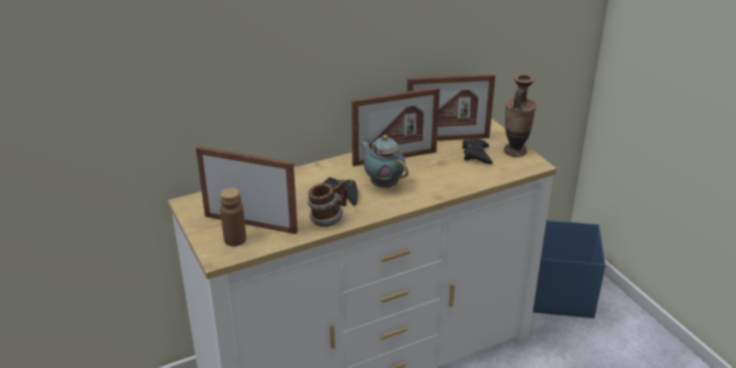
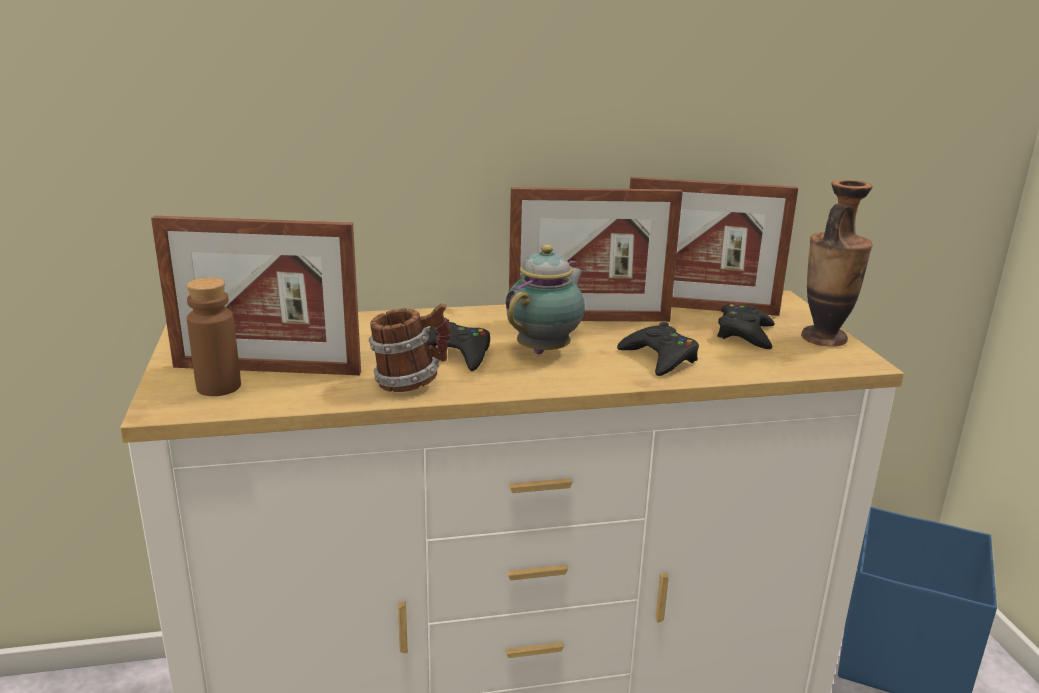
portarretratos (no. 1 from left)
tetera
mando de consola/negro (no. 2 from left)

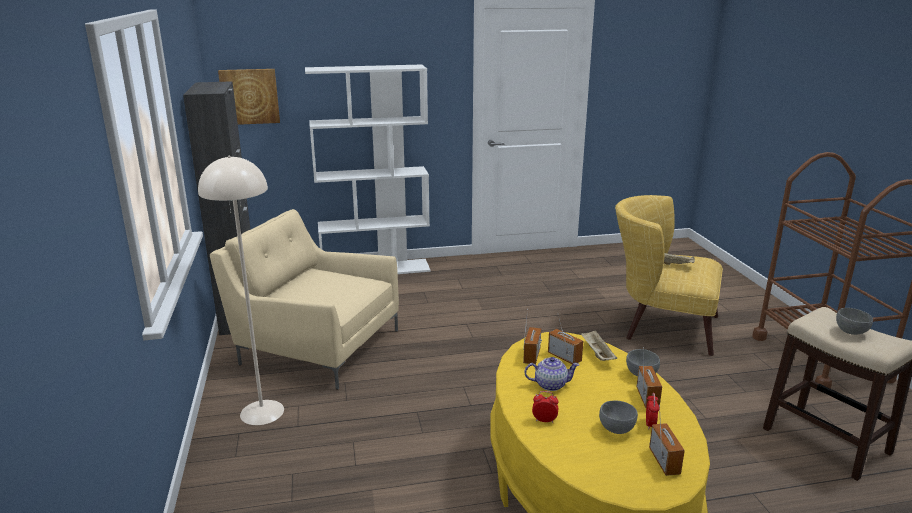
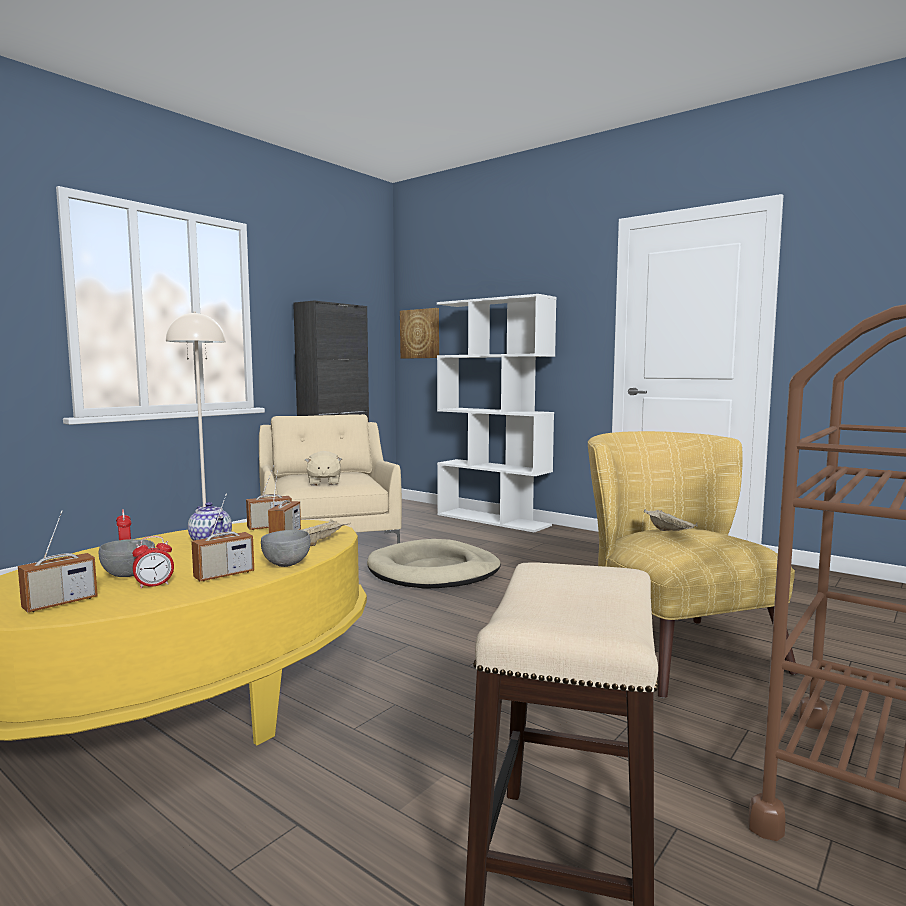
peluche/beis
cama para perro/beis
cuenco/gris (no. 3 from left in the first image)

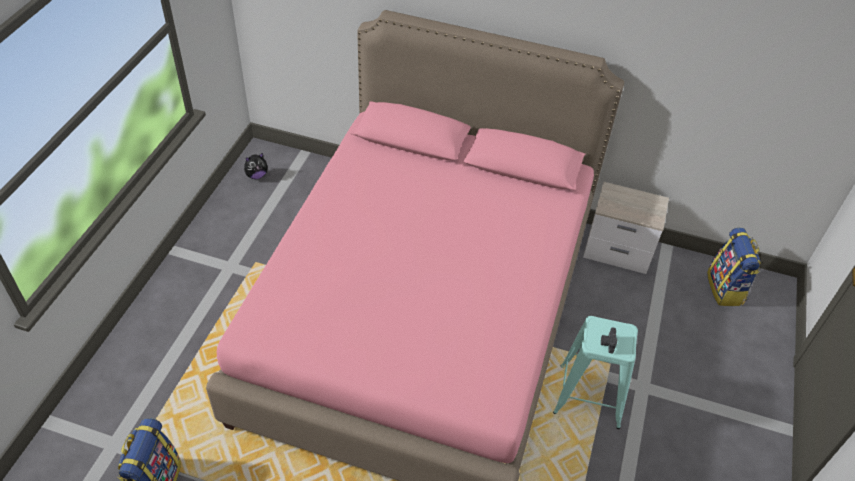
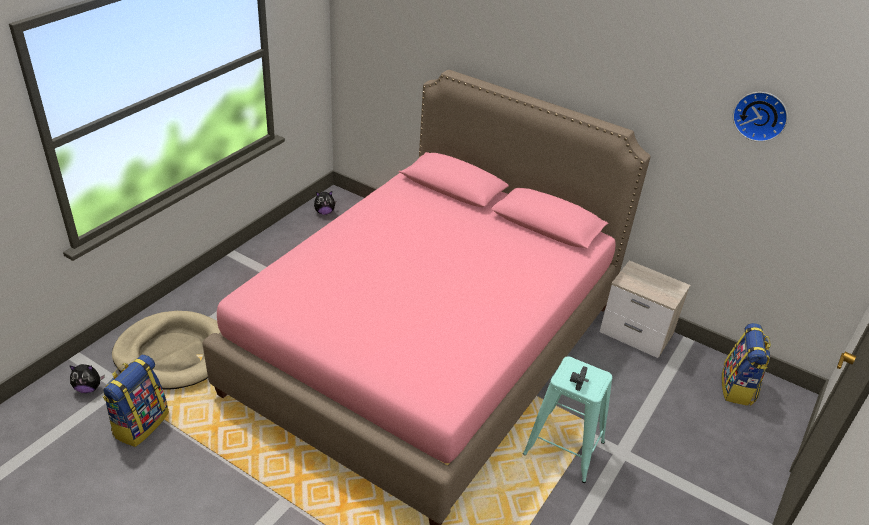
peluche (no. 1 from left)
cama para perro/beis
reloj de pared

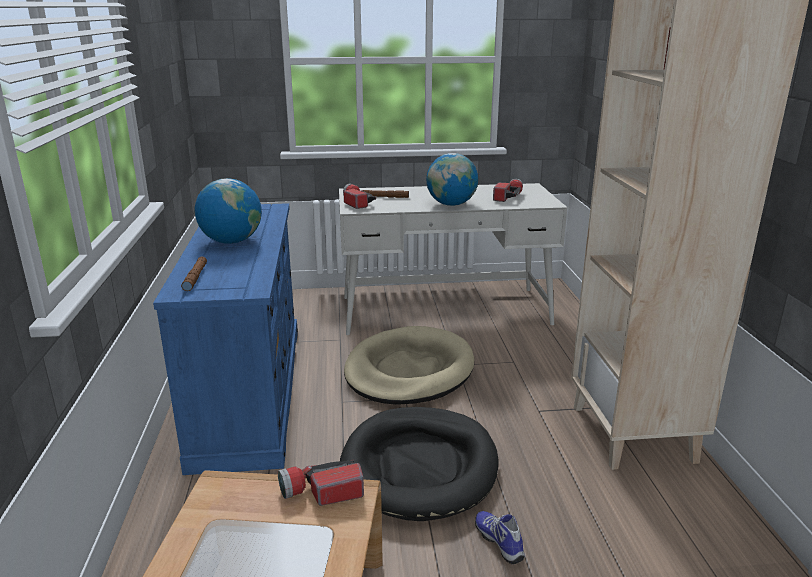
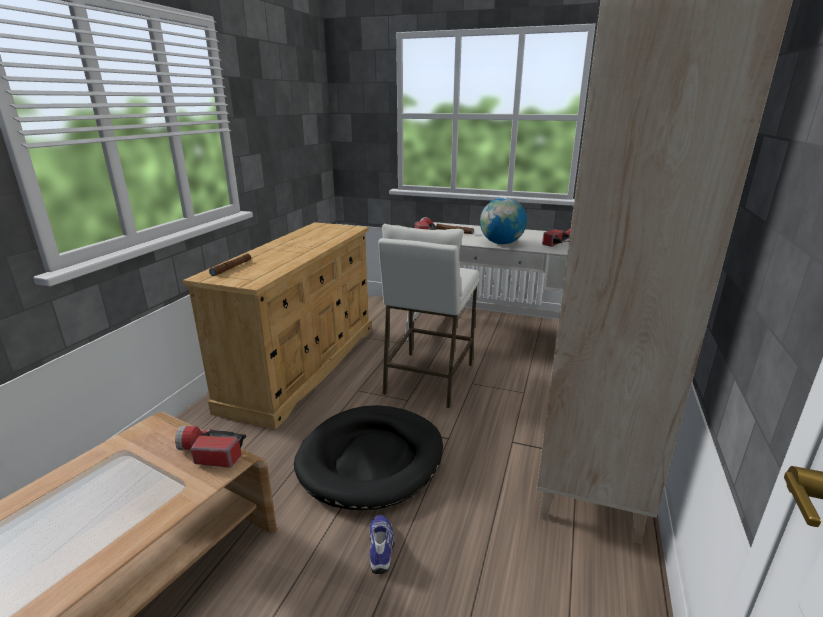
cómoda/beis
taburete/blanco
globo terráqueo (no. 1 from left in the first image)

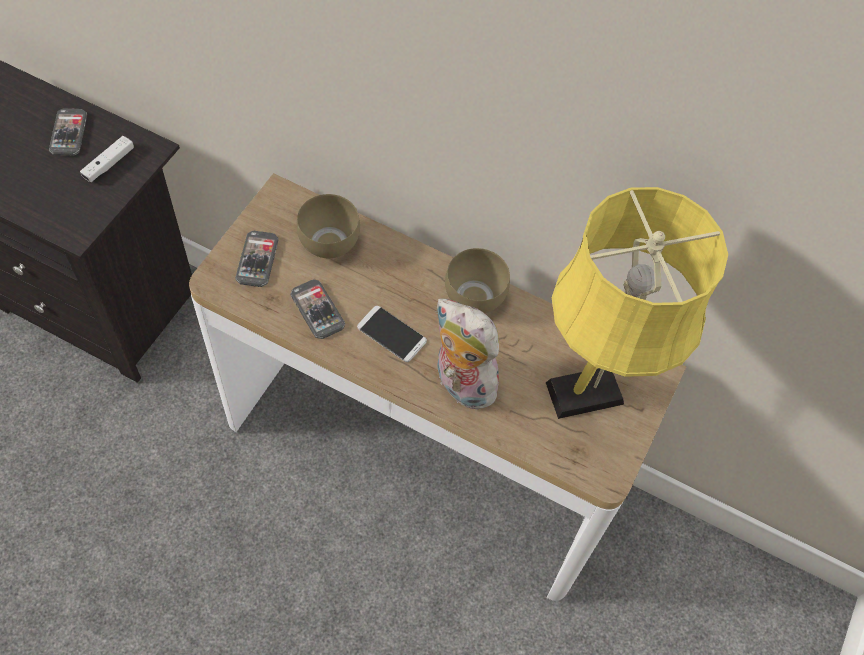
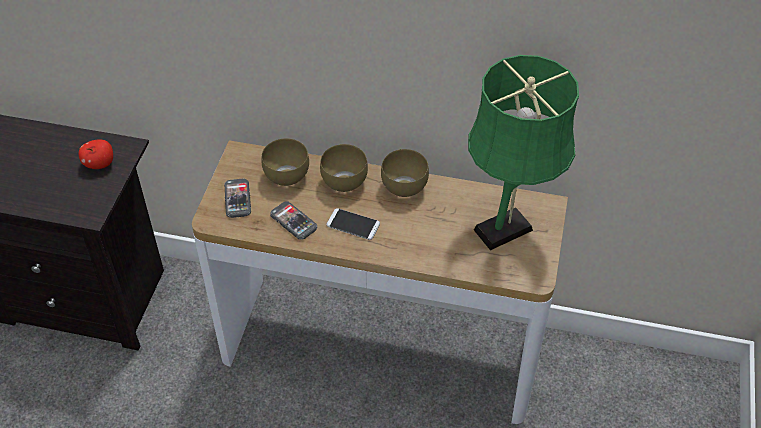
manzana
cuenco/marrón (no. 2 from left)
lámpara de mesa/verde
móvil (no. 1 from left in the first image)
peluche

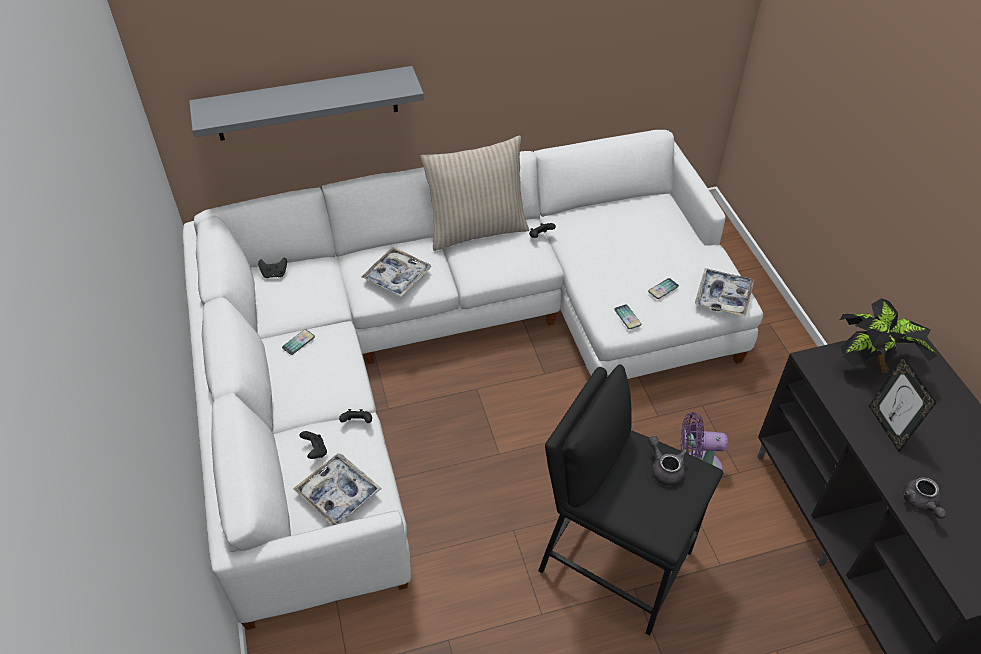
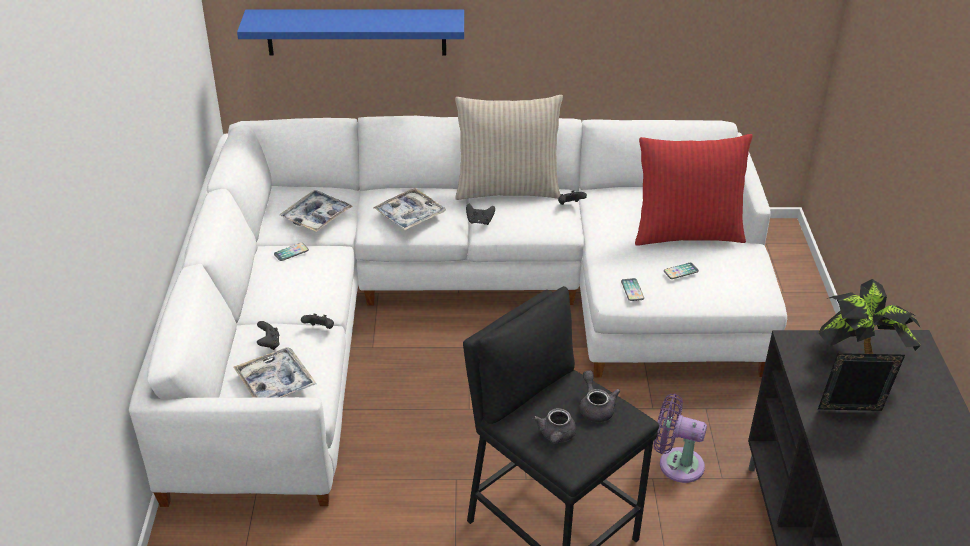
estante/azul
bandeja (no. 2 from left)
mando de consola/negro (no. 3 from left)
tetera/gris (no. 1 from left)
cojín/rojo
portarretratos

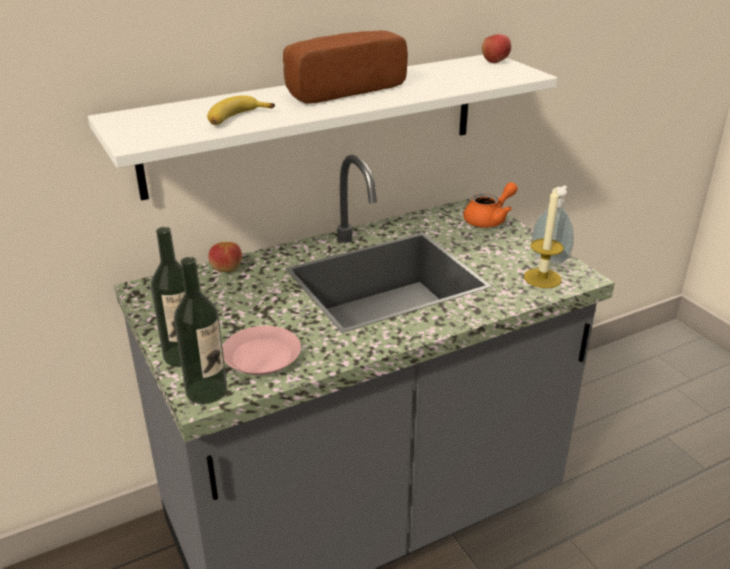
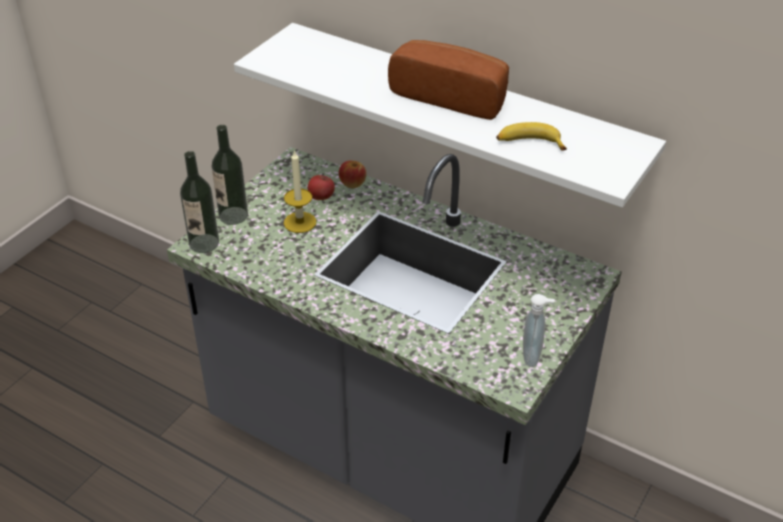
vela
manzana (no. 1 from left)
plátano
plato/rosa
tetera/naranja

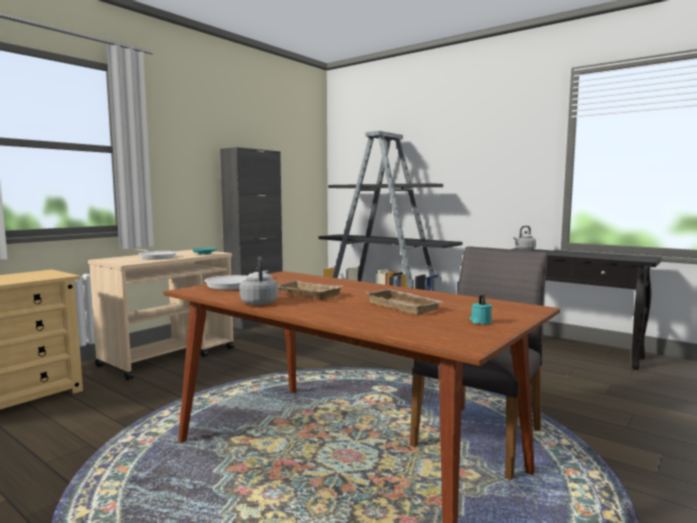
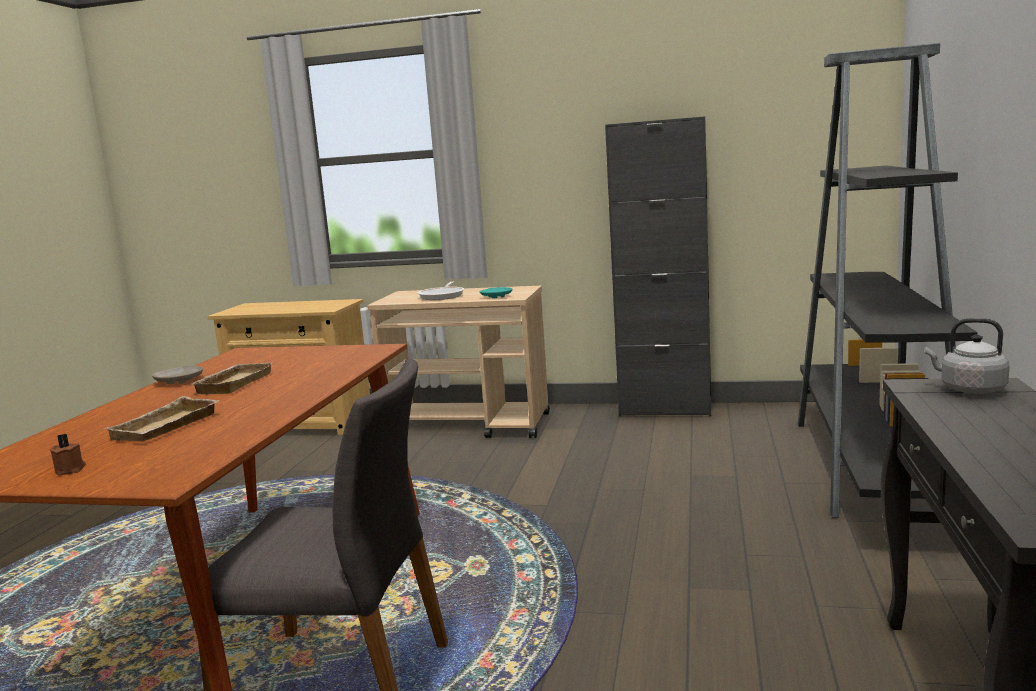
vela/marrón
plato/beis
sartén (no. 2 from left in the first image)

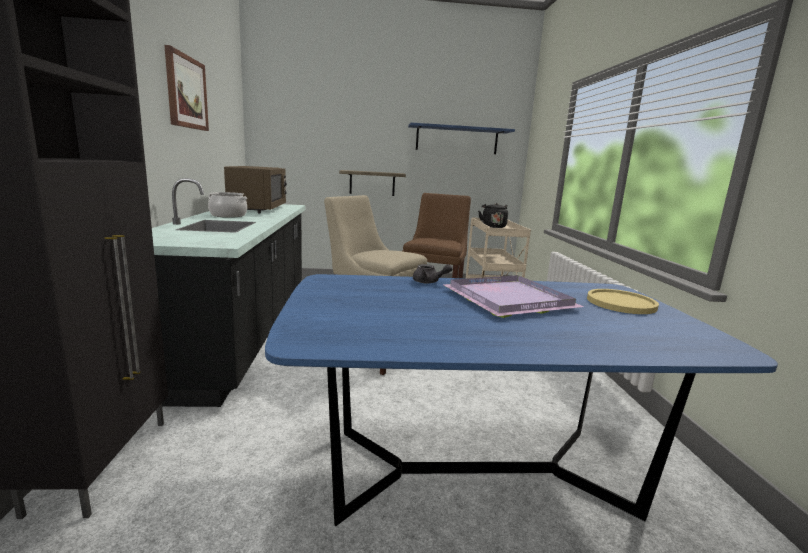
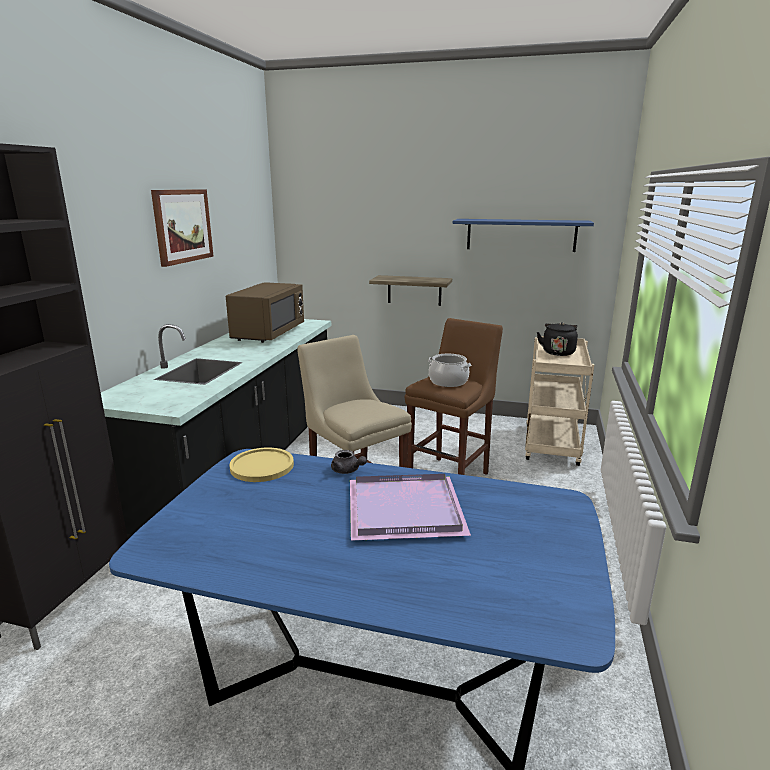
plato/amarillo
olla

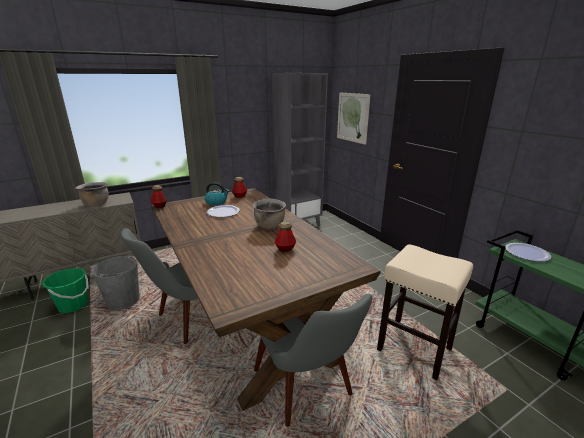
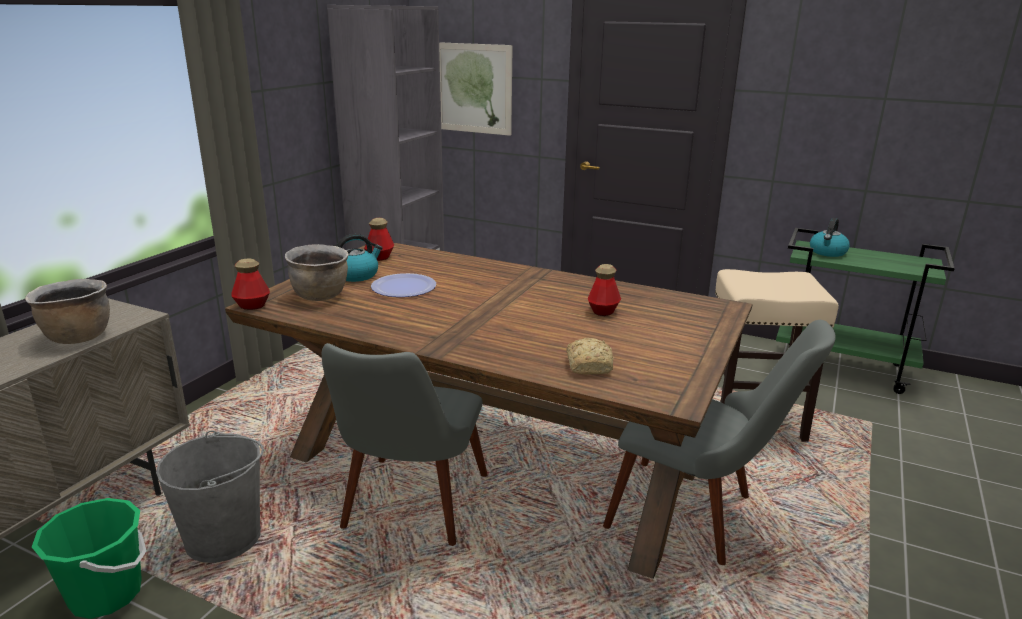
olla/marrón (no. 2 from left)
pan
hervidor (no. 2 from left)

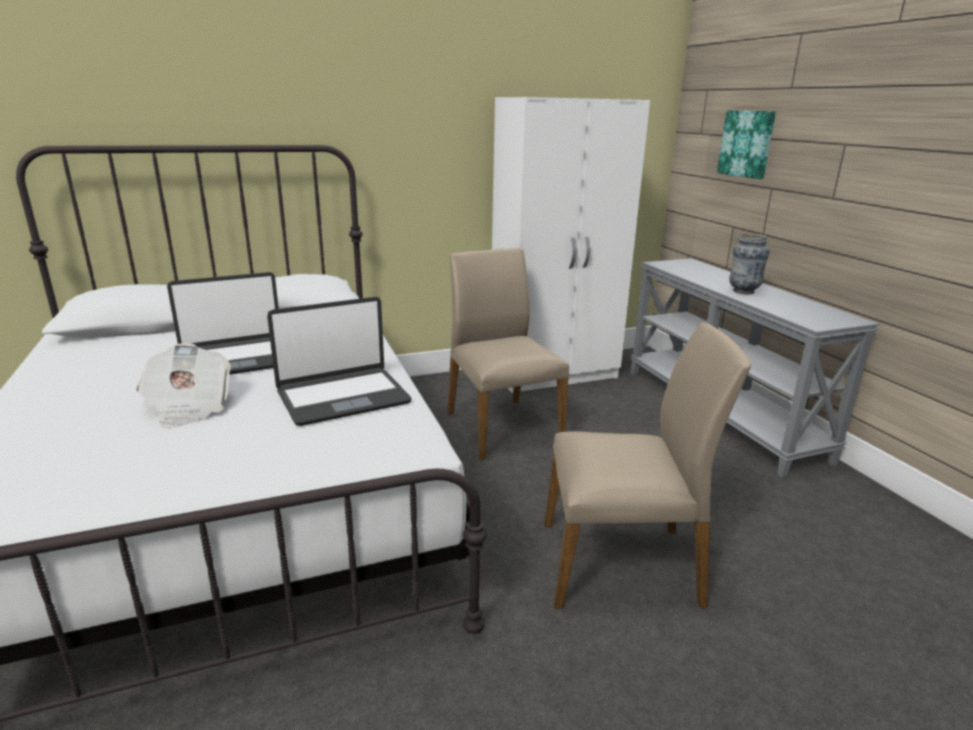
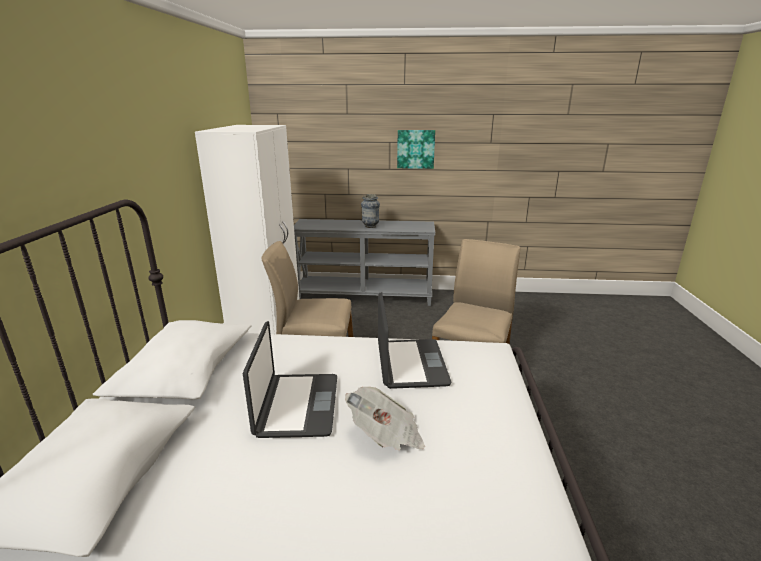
cuadro

